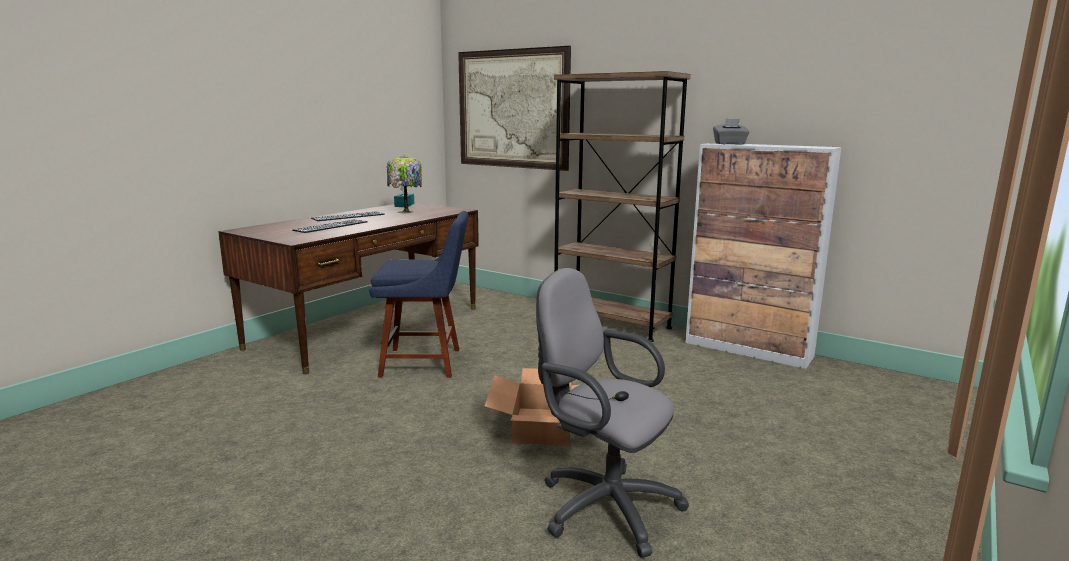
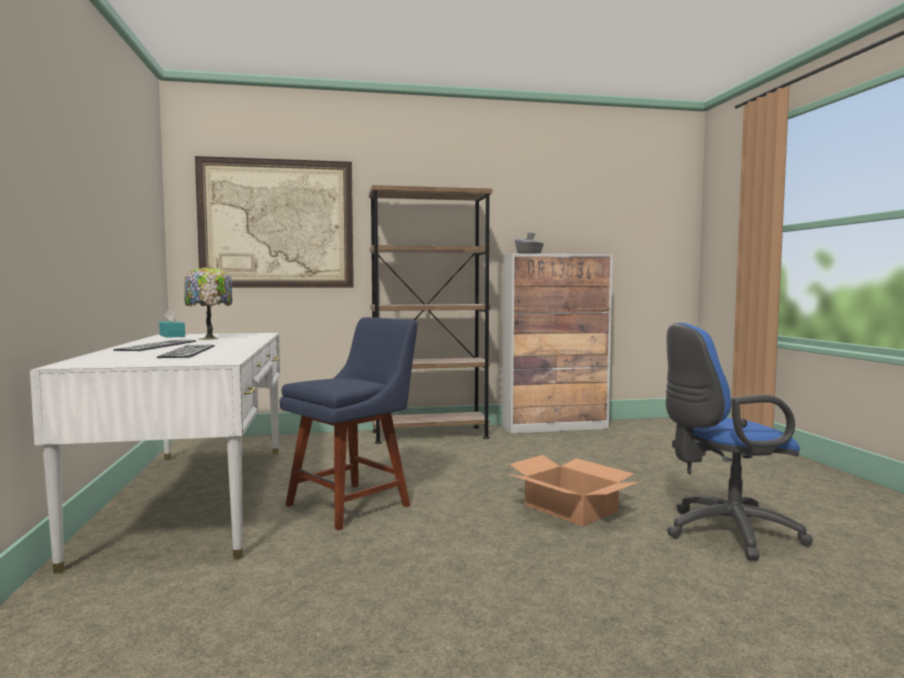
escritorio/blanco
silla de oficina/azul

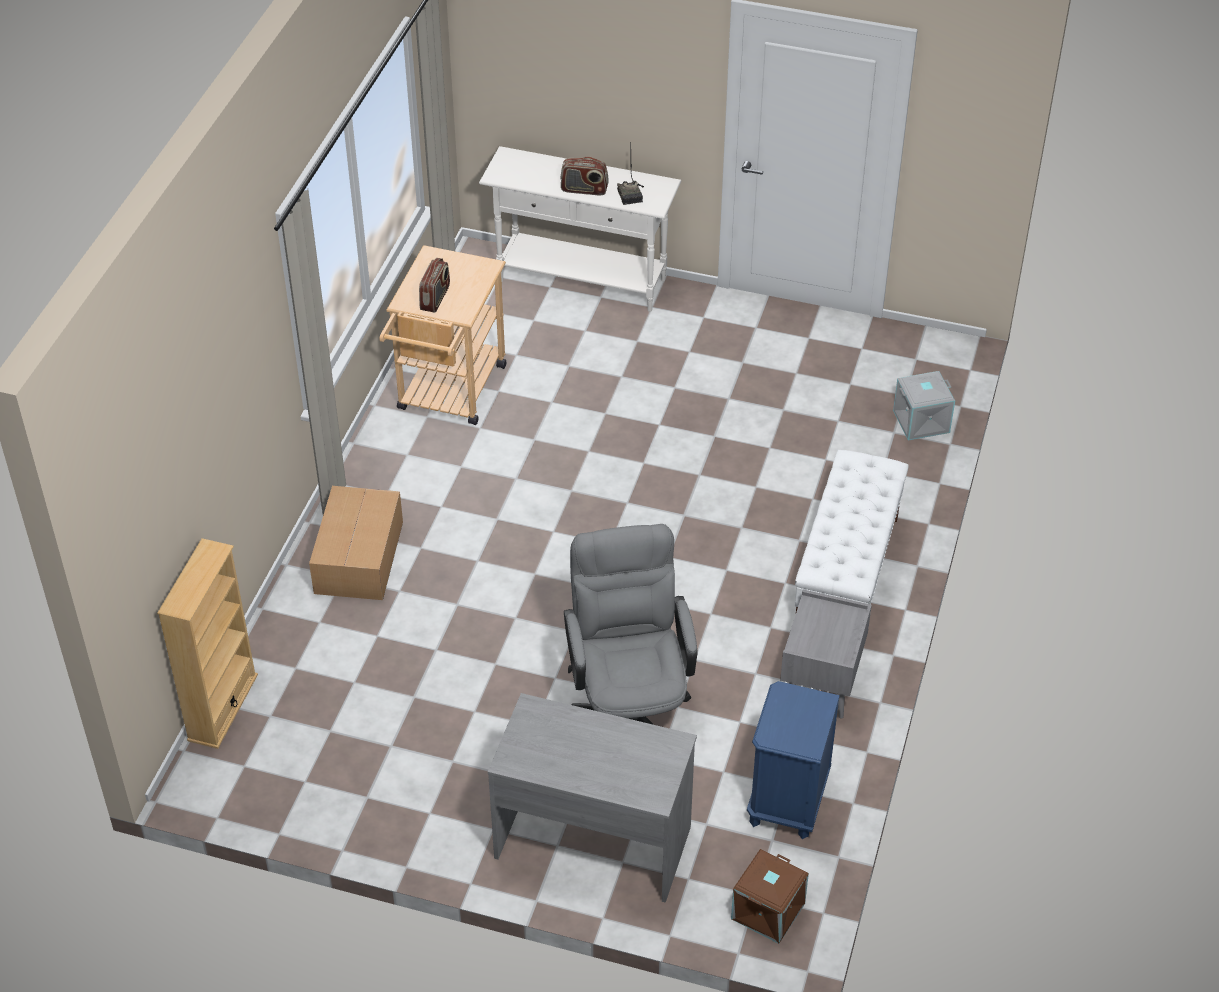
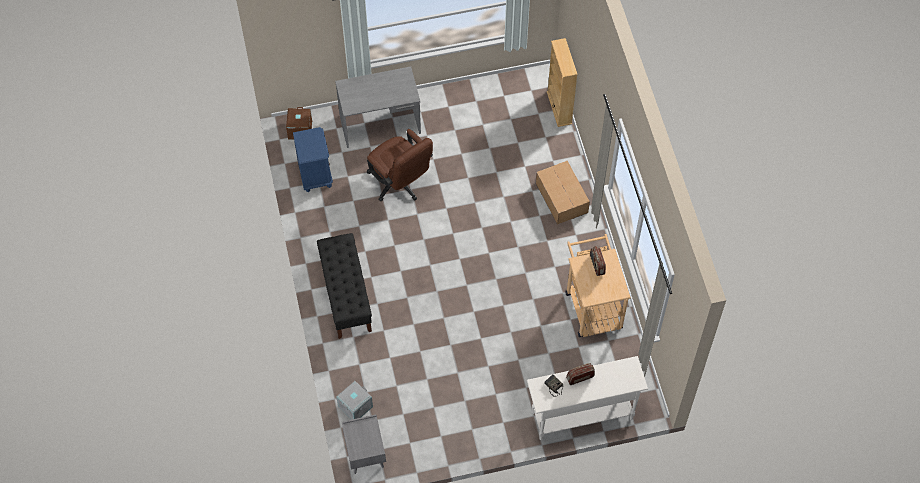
banco/negro
mesita de noche/gris
silla de oficina/marrón

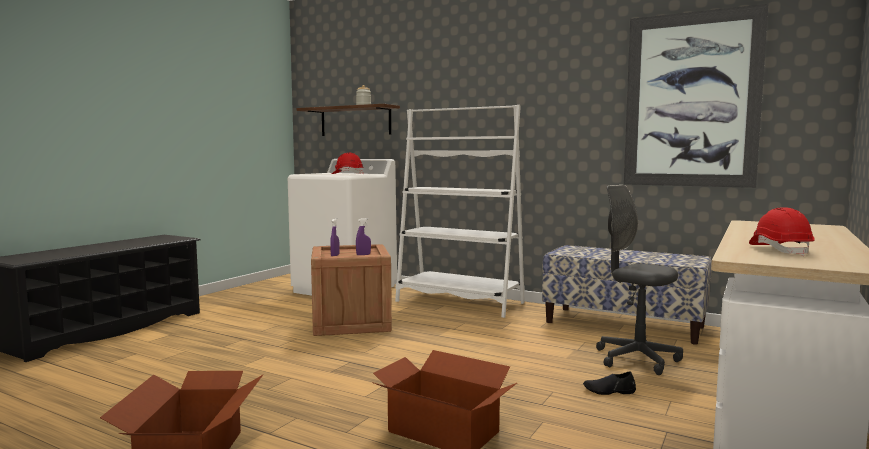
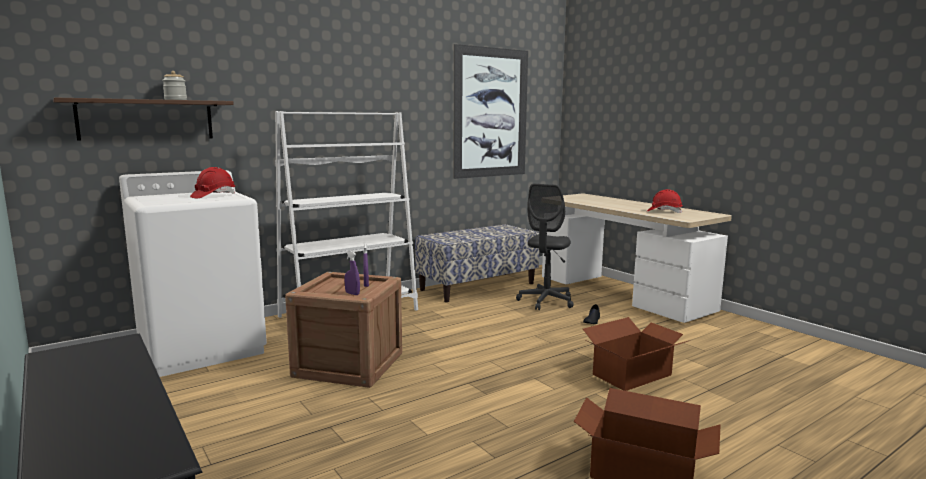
silla de oficina/gris

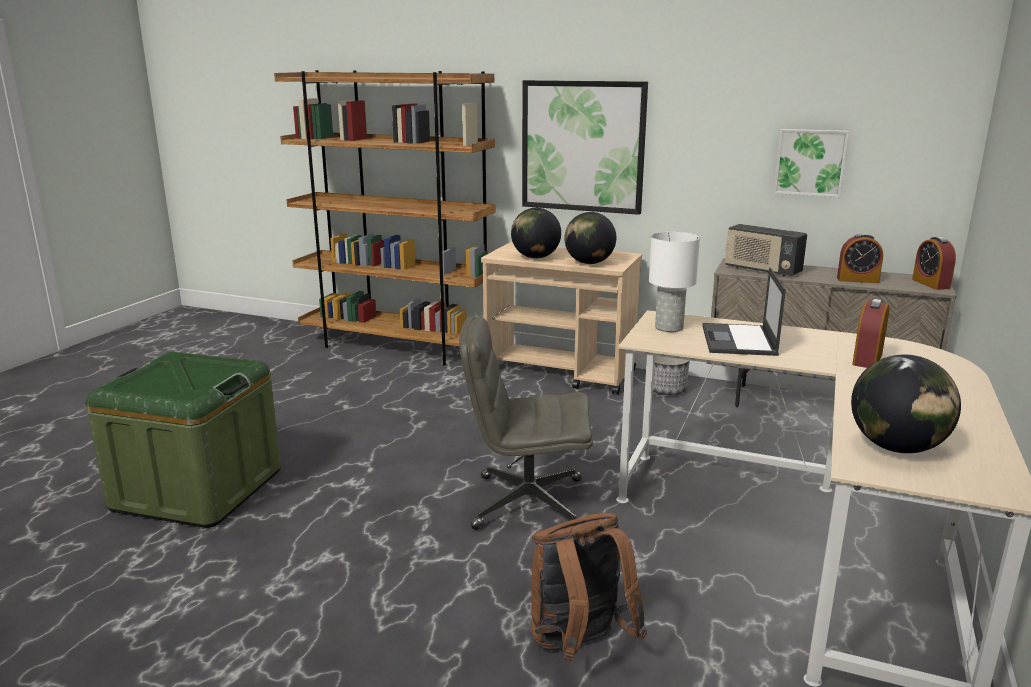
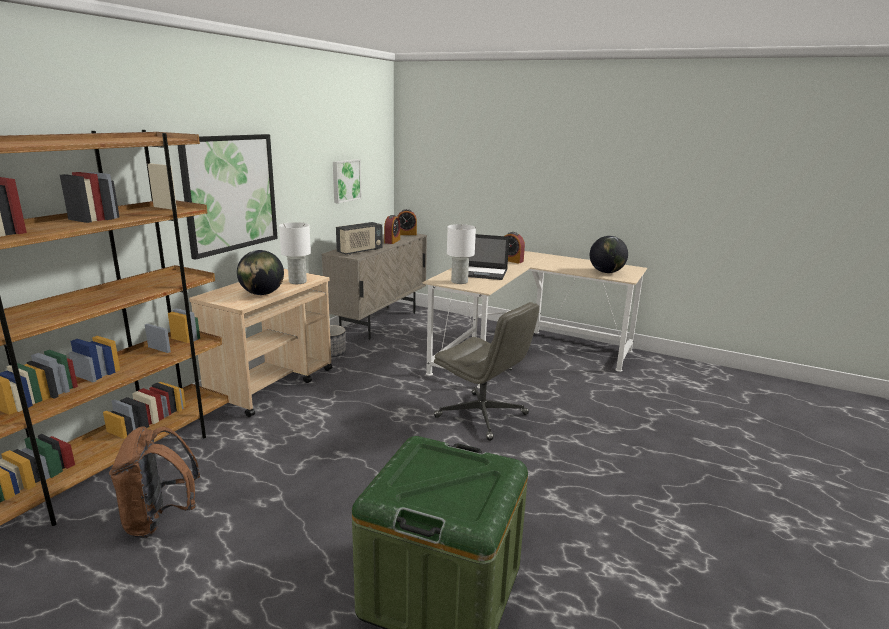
mochila/marrón
lámpara de mesa/blanco (no. 1 from left)
silla de oficina/gris

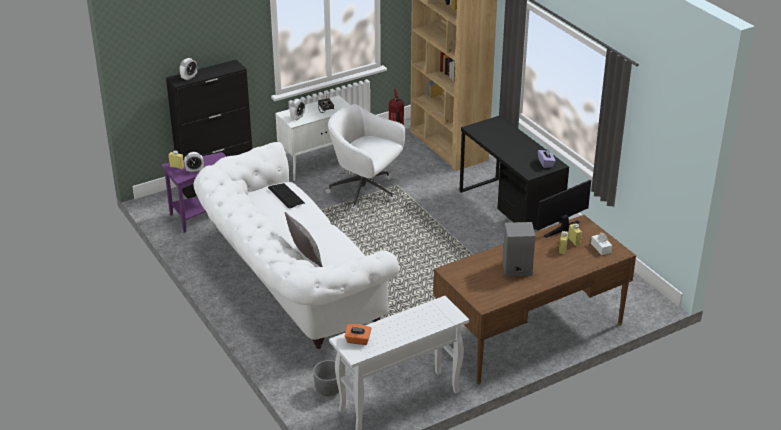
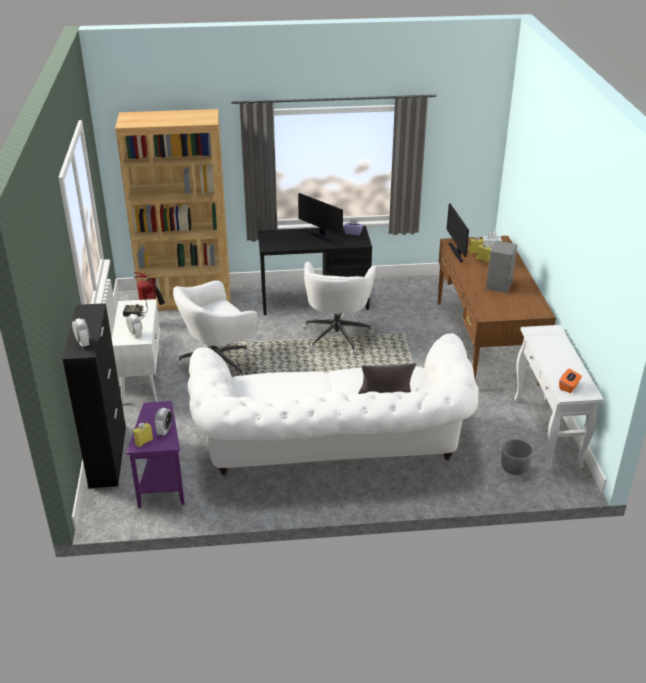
monitor (no. 1 from left)
silla de oficina/blanco (no. 2 from left)
teclado

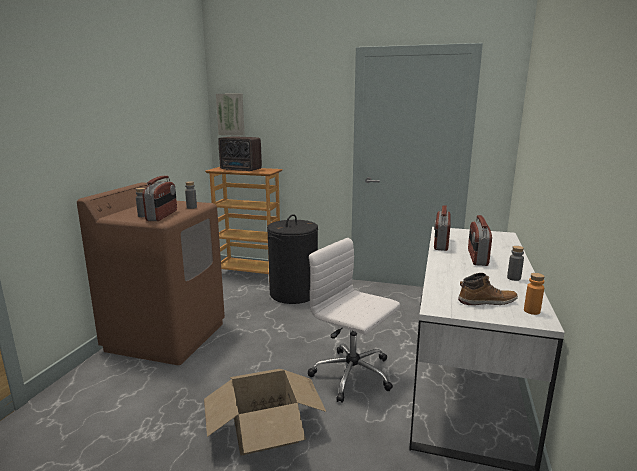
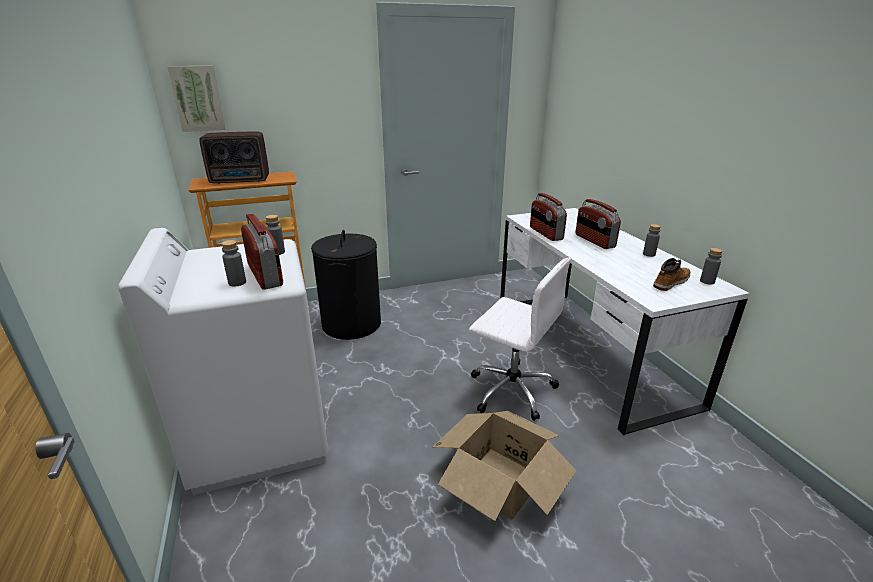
lavadora/blanco
silla de oficina/blanco
botella/gris (no. 4 from left)

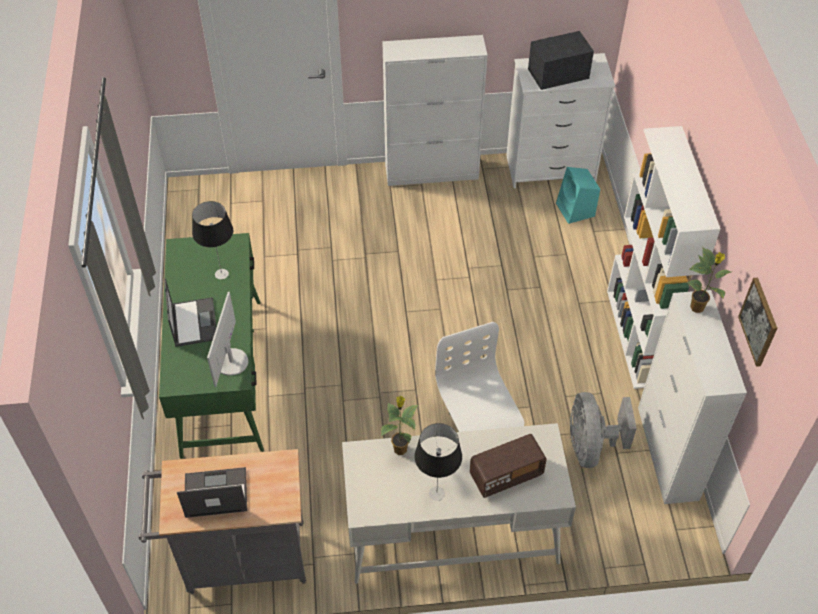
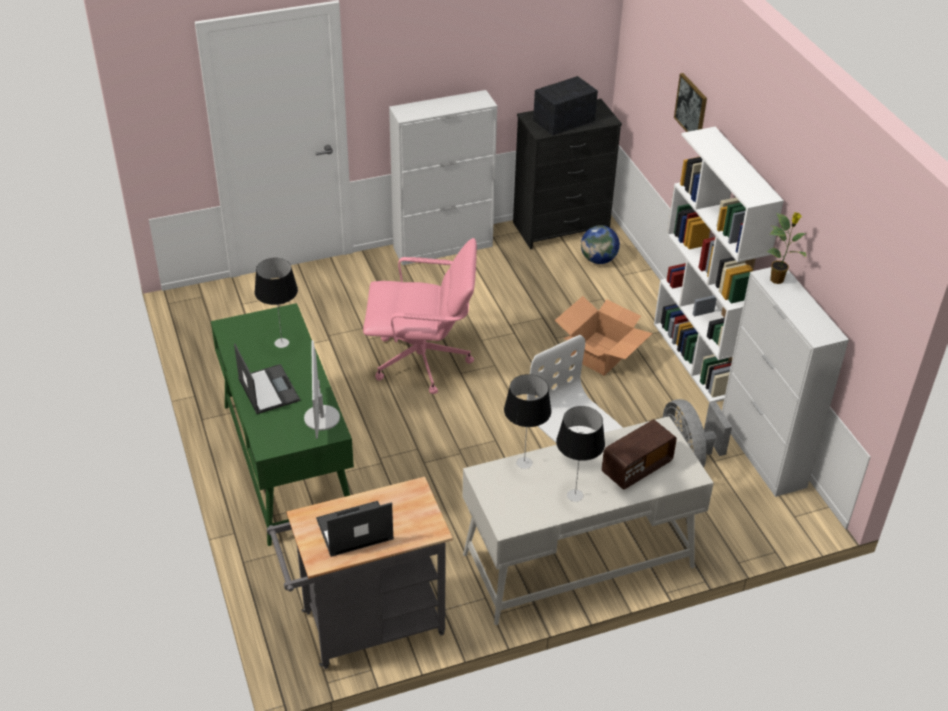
silla de oficina/rosa
lámpara de mesa (no. 2 from left)
cómoda/negro
caja de cartón
globo terráqueo
cuadro

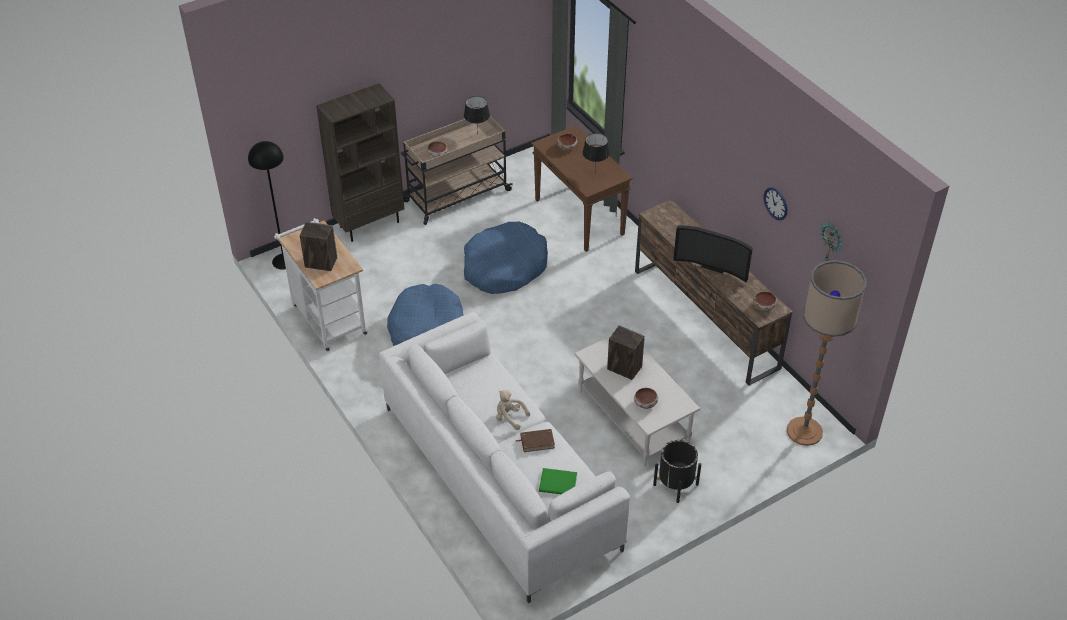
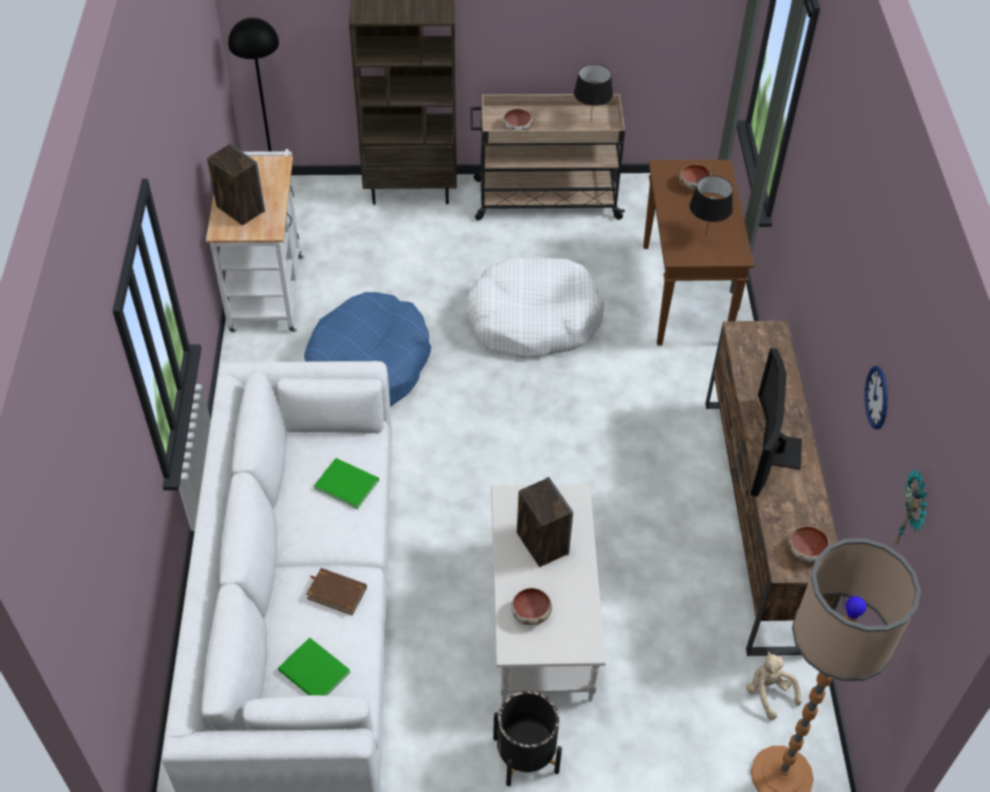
libro/verde (no. 2 from left)
cama para perro/blanco
peluche/beis
televisor

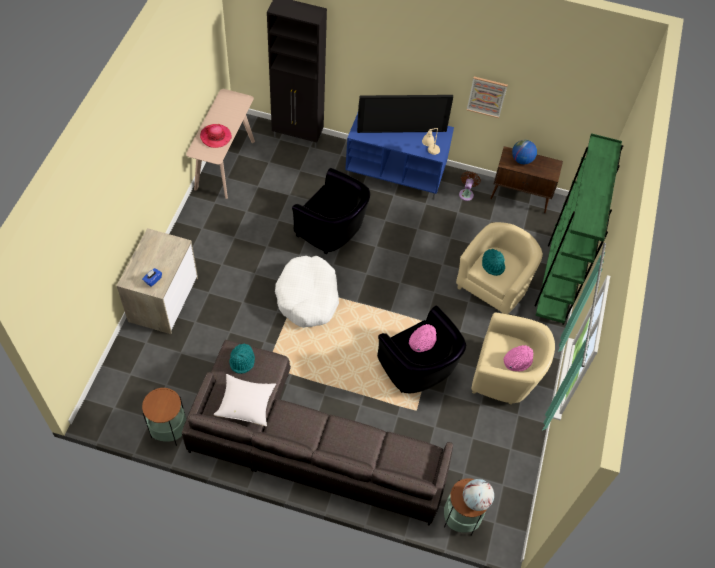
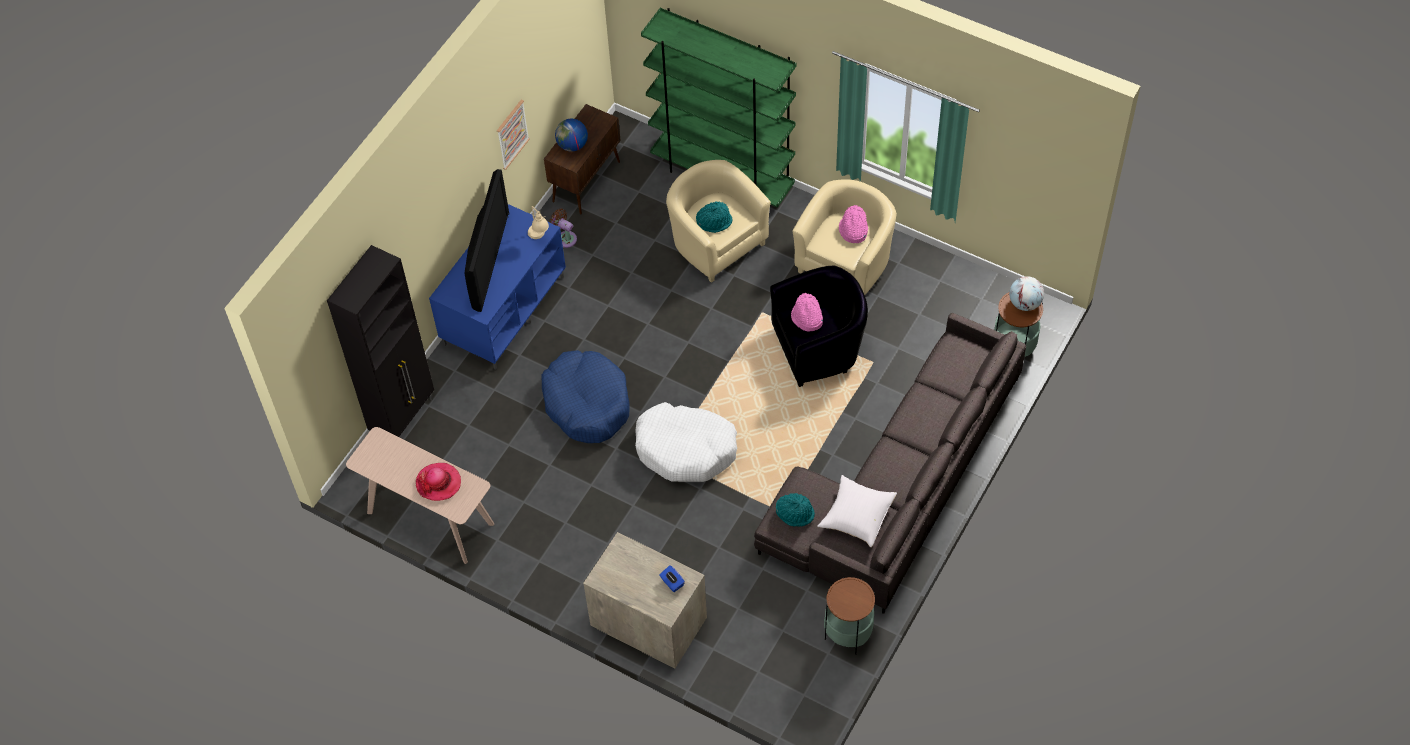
cama para perro/azul

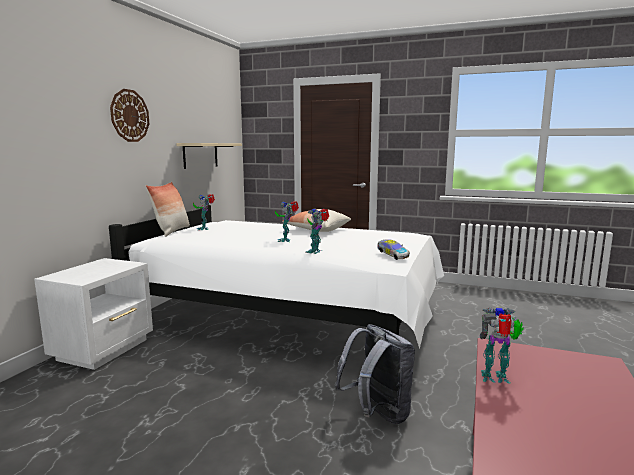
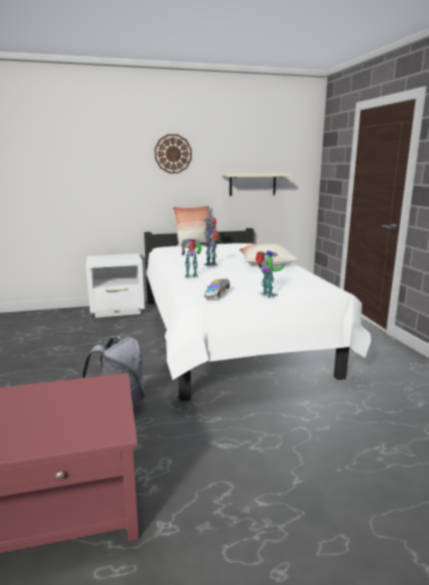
robot de juguete (no. 4 from left)

